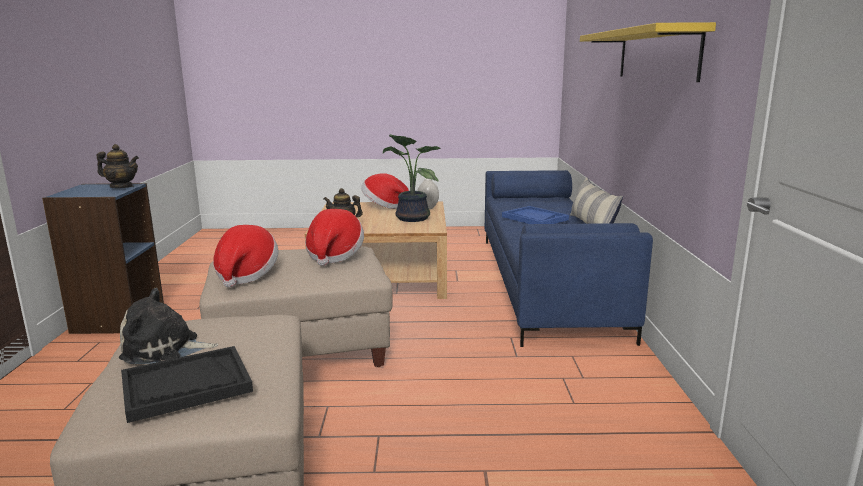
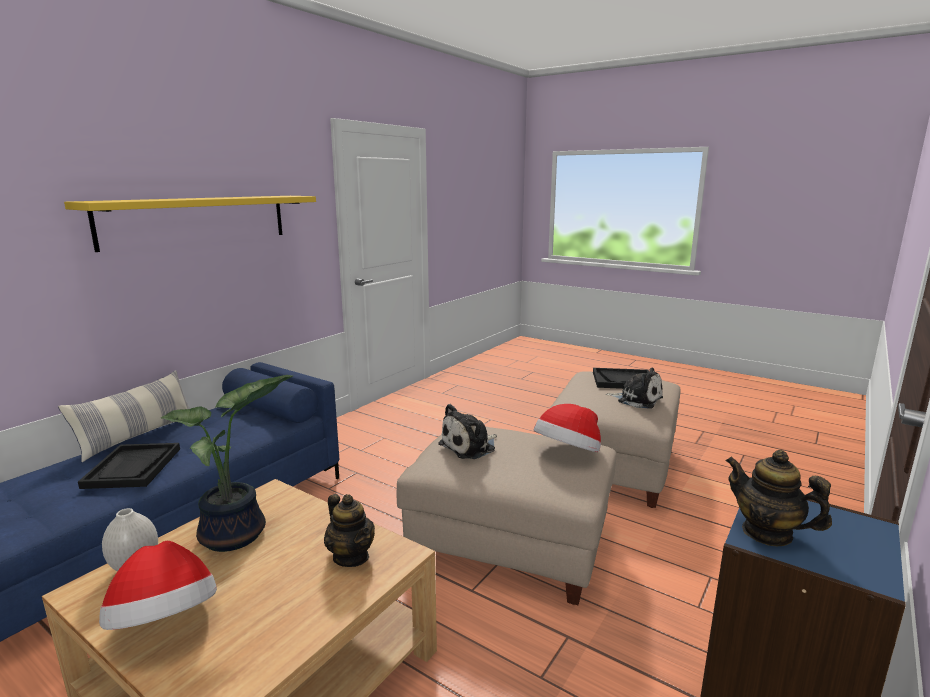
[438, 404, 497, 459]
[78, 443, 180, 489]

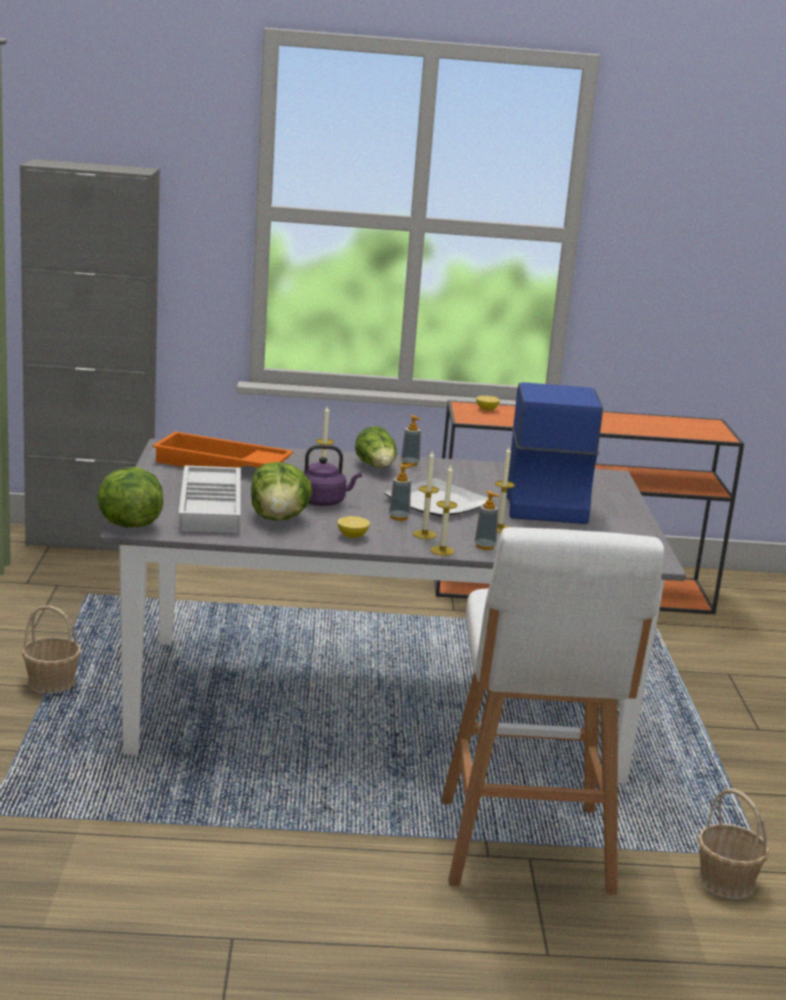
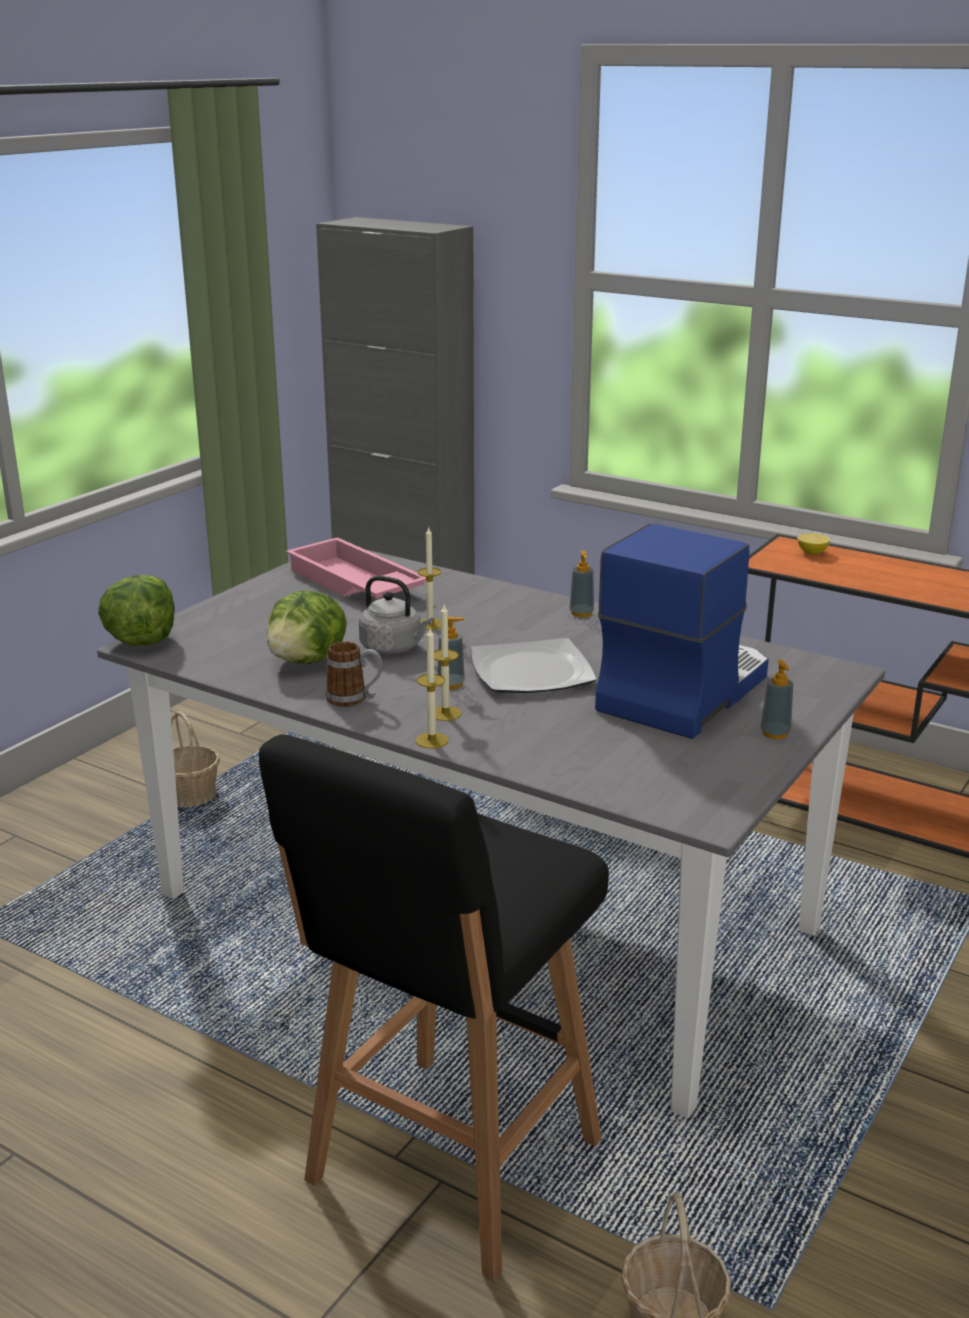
[179, 465, 241, 533] (first image)
[355, 426, 397, 467] (first image)
[495, 447, 515, 533] (first image)
[760, 659, 793, 739]
[326, 641, 382, 707]
[286, 537, 426, 599]
[359, 576, 433, 654]
[259, 734, 609, 1281]

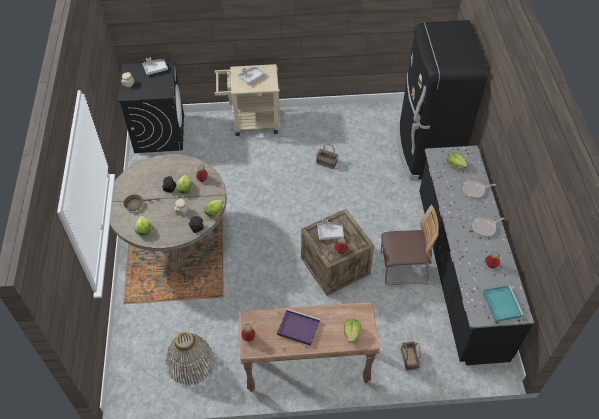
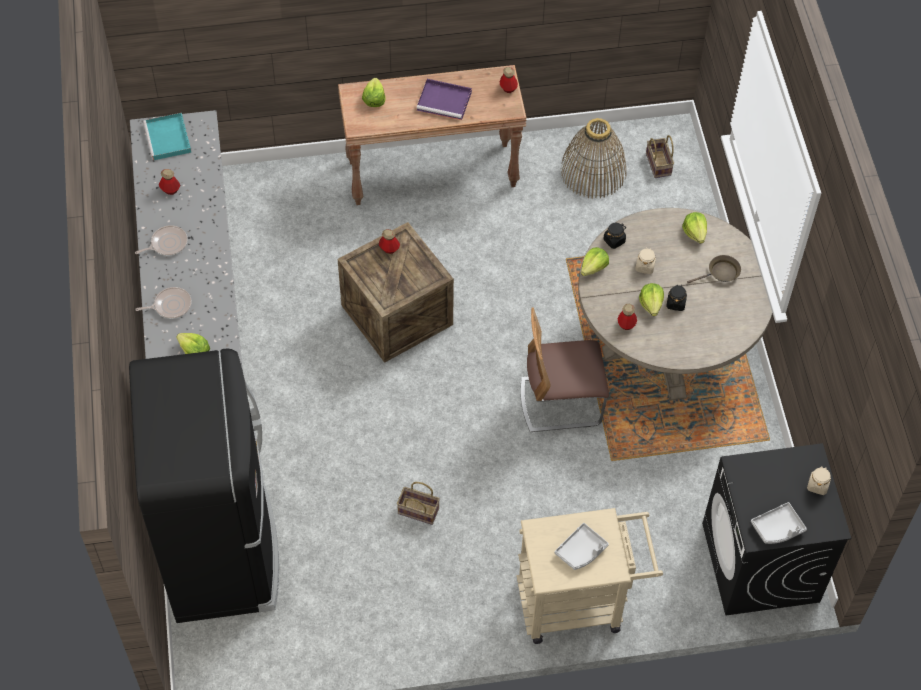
[317, 219, 344, 240] (first image)
[520, 307, 609, 432]
[646, 135, 674, 178]

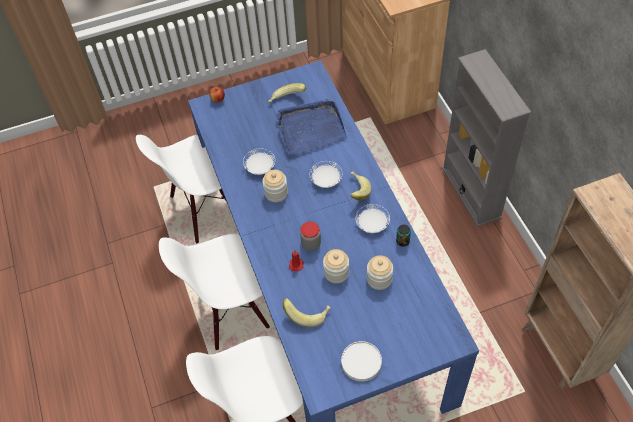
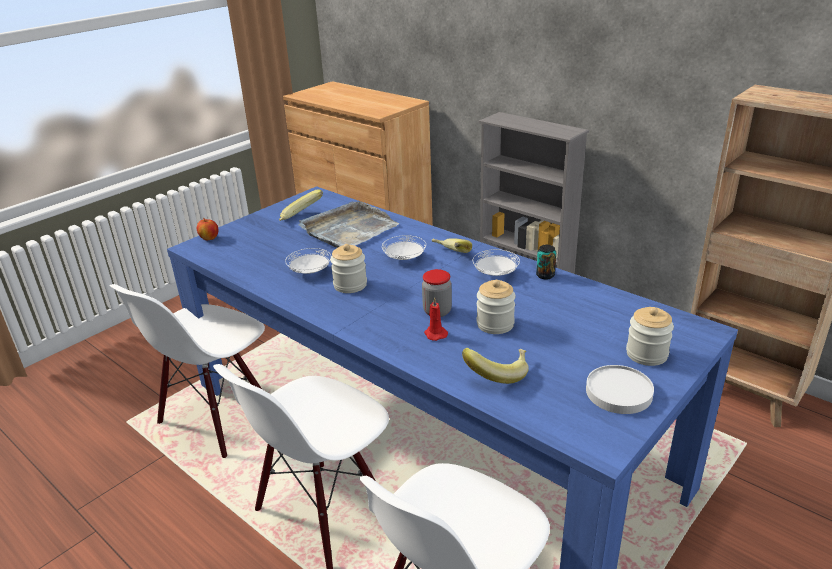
[626, 307, 674, 366]
[298, 201, 399, 248]

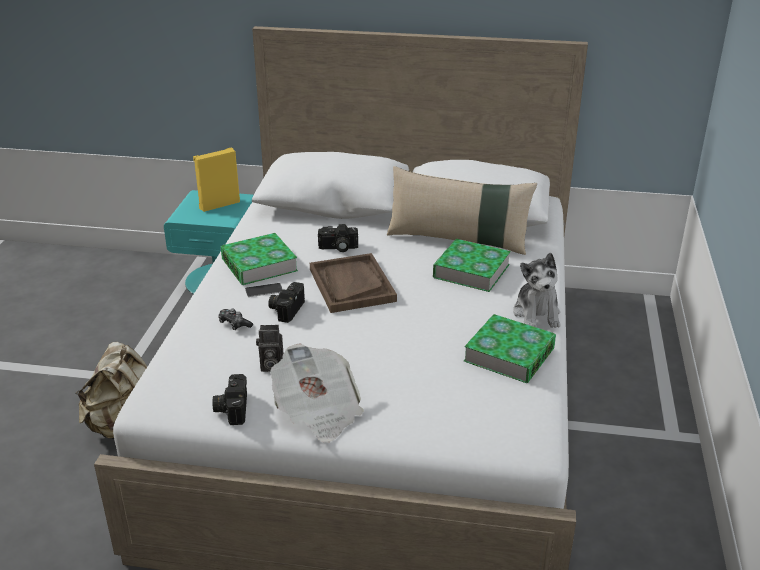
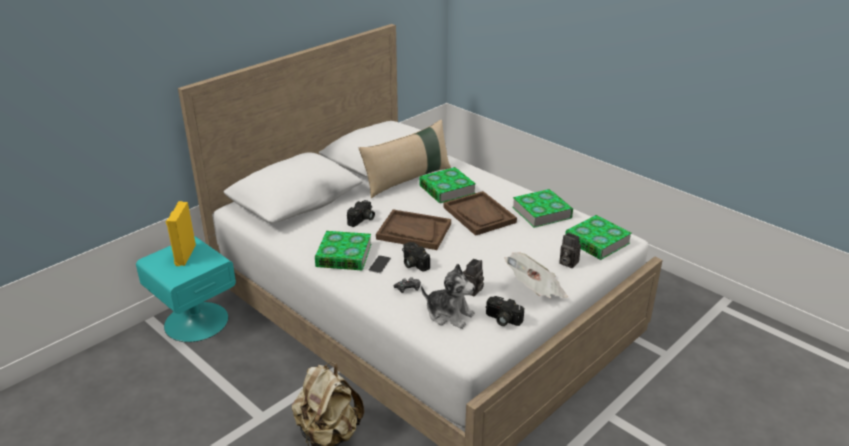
[443, 191, 517, 236]
[559, 233, 581, 268]
[565, 215, 632, 260]
[421, 264, 475, 329]

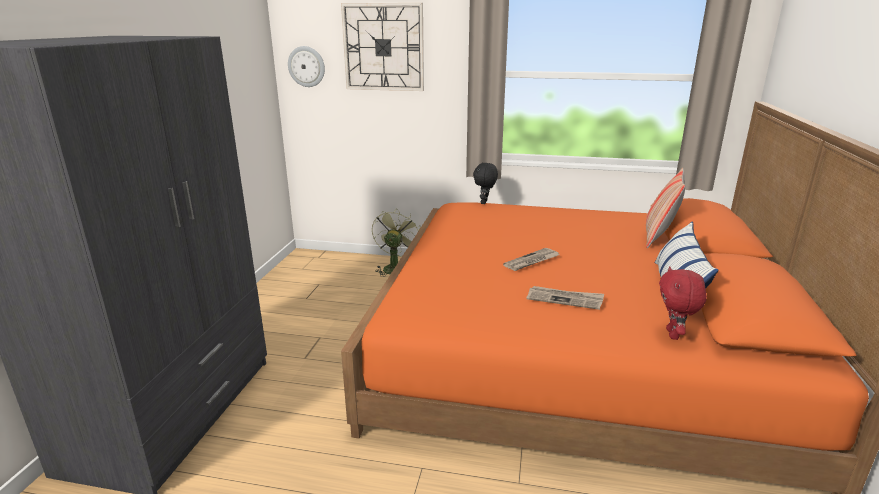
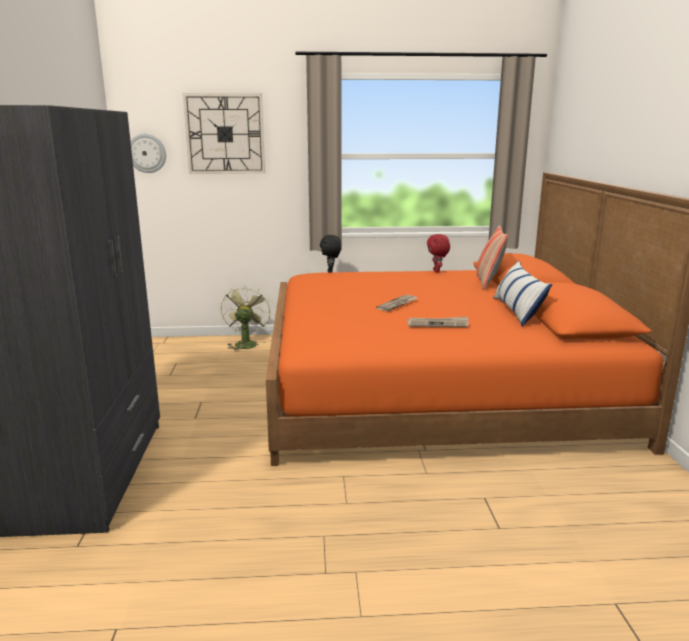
[427, 234, 450, 273]

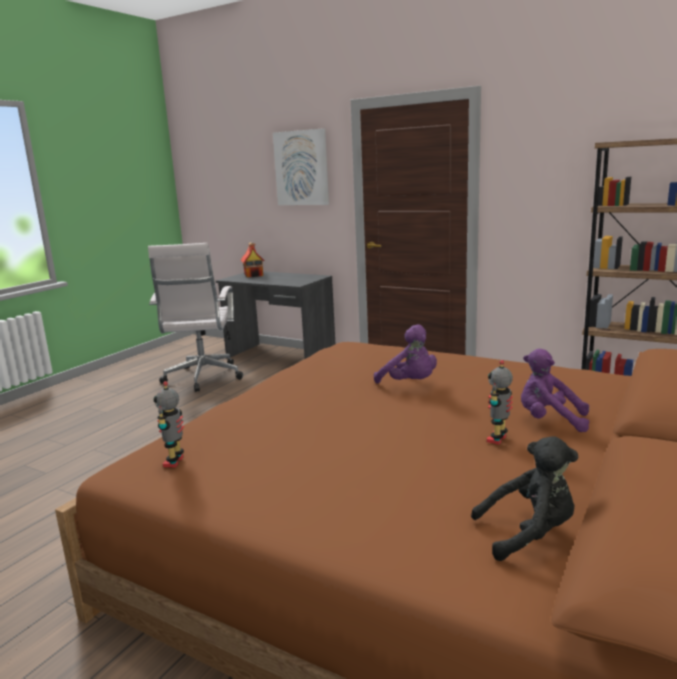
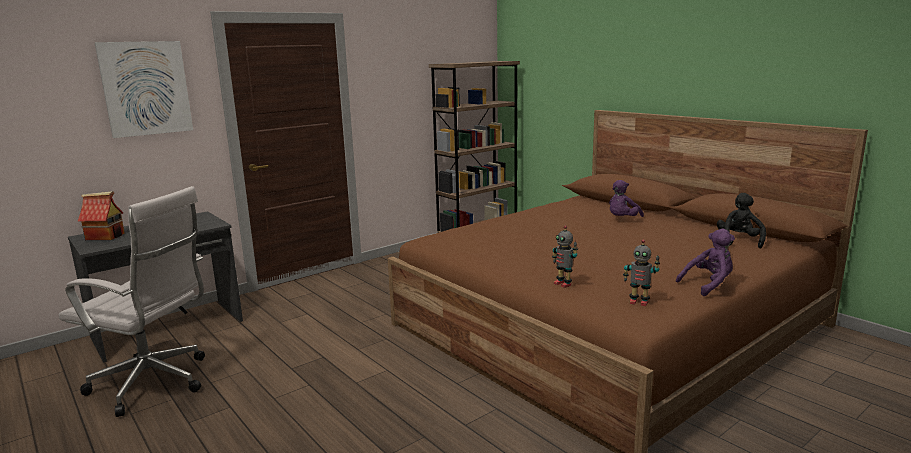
[676, 229, 735, 296]
[552, 225, 578, 288]

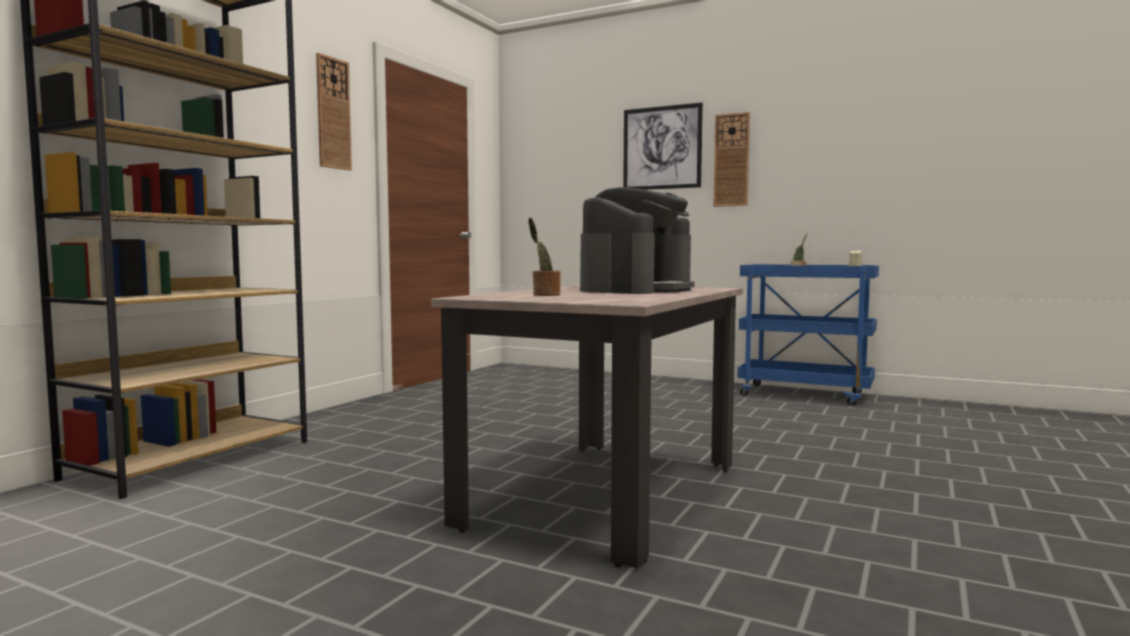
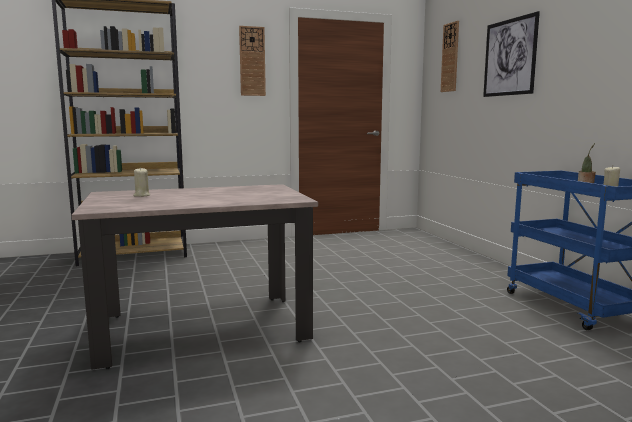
[580, 187, 695, 294] (first image)
[441, 21, 459, 92]
[133, 167, 150, 197]

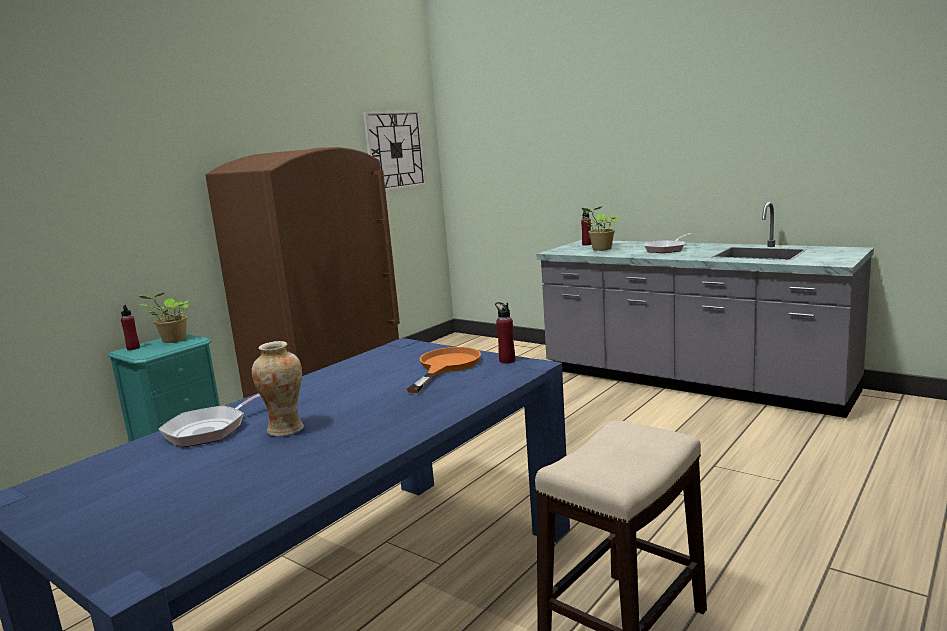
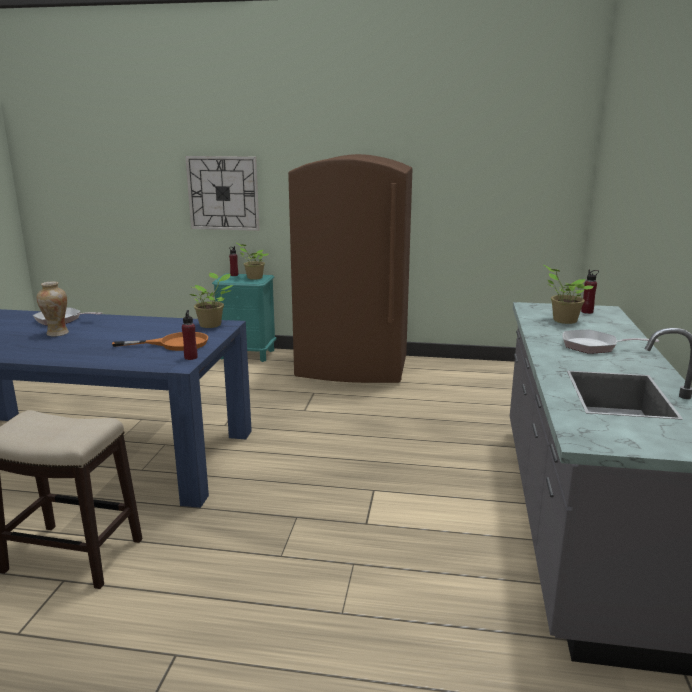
[190, 273, 233, 328]
[185, 156, 259, 231]

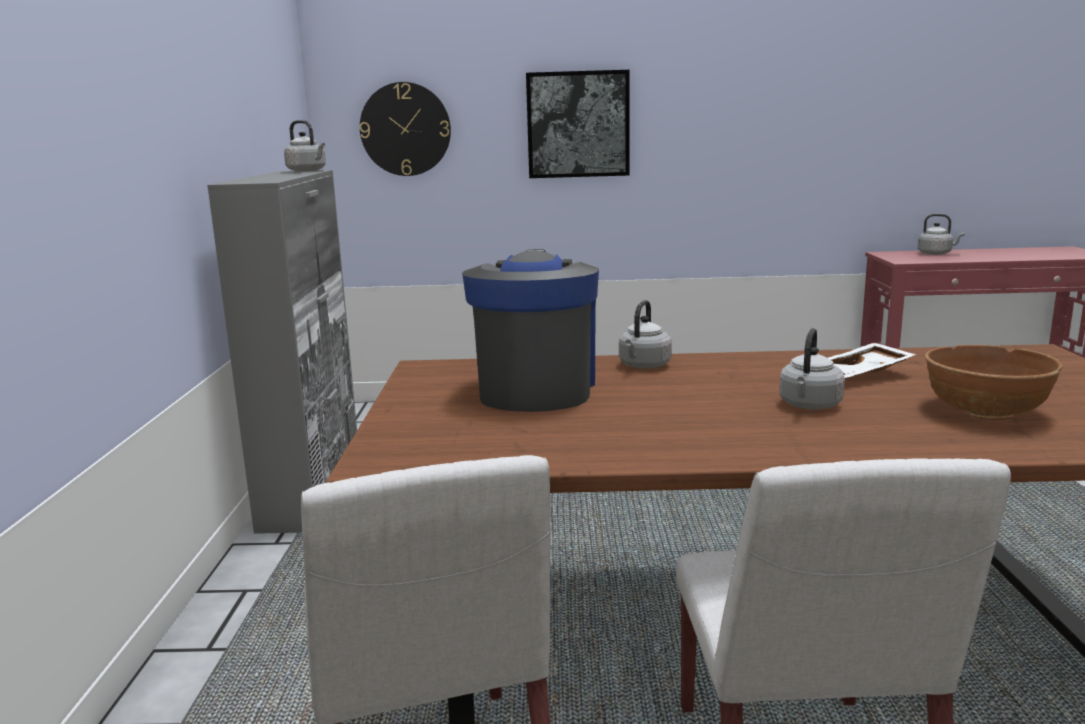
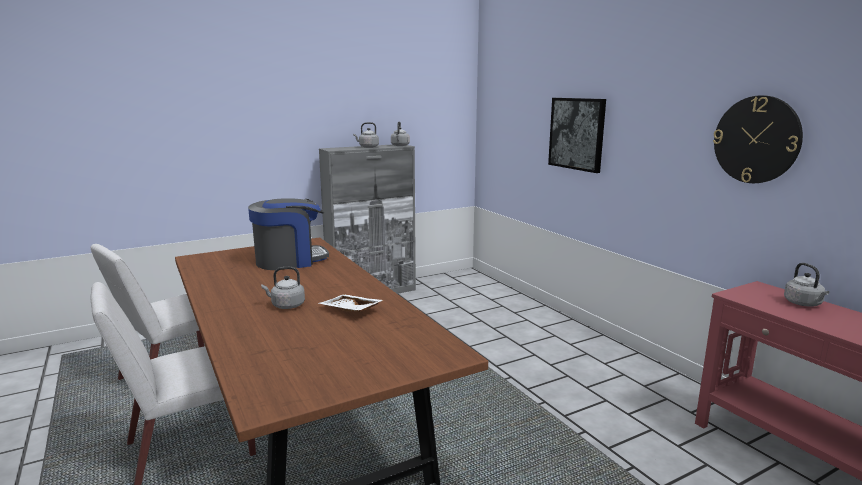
[925, 345, 1063, 420] (first image)
[713, 95, 803, 183]
[353, 122, 379, 148]

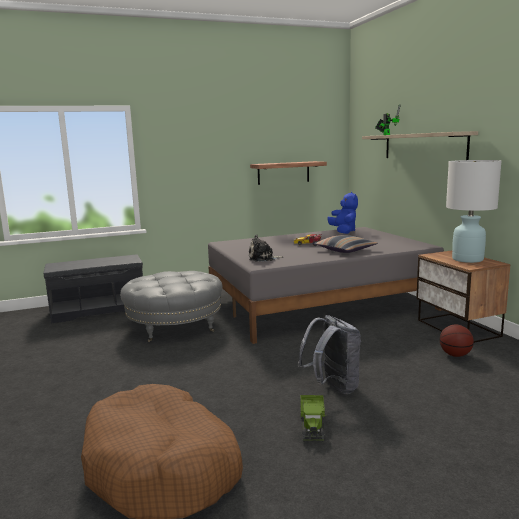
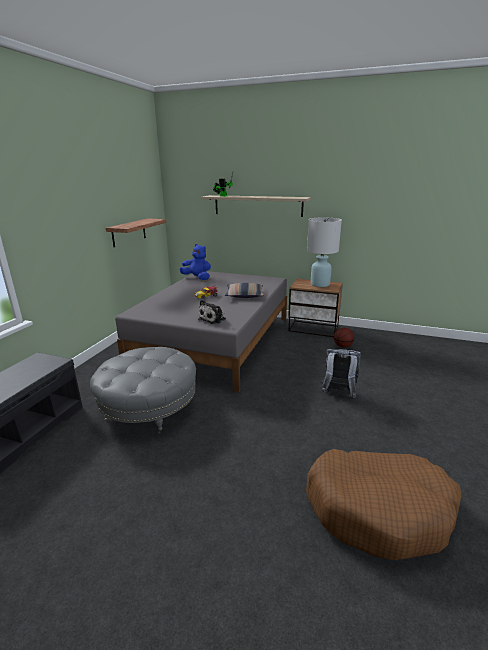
[301, 395, 327, 442] (first image)

